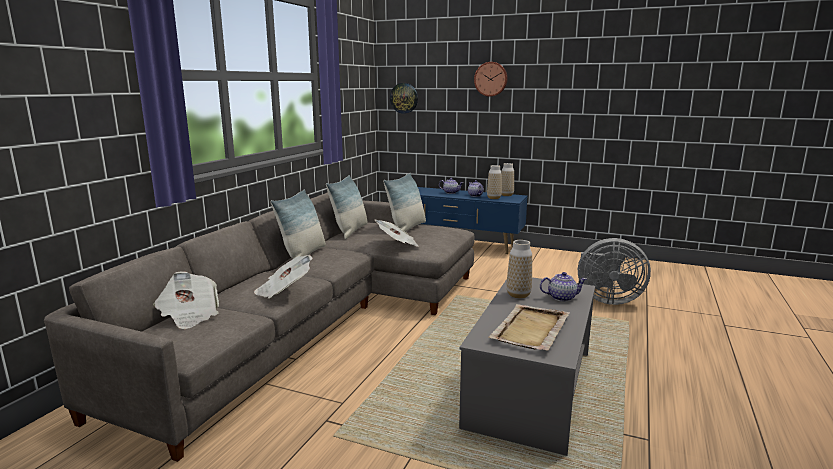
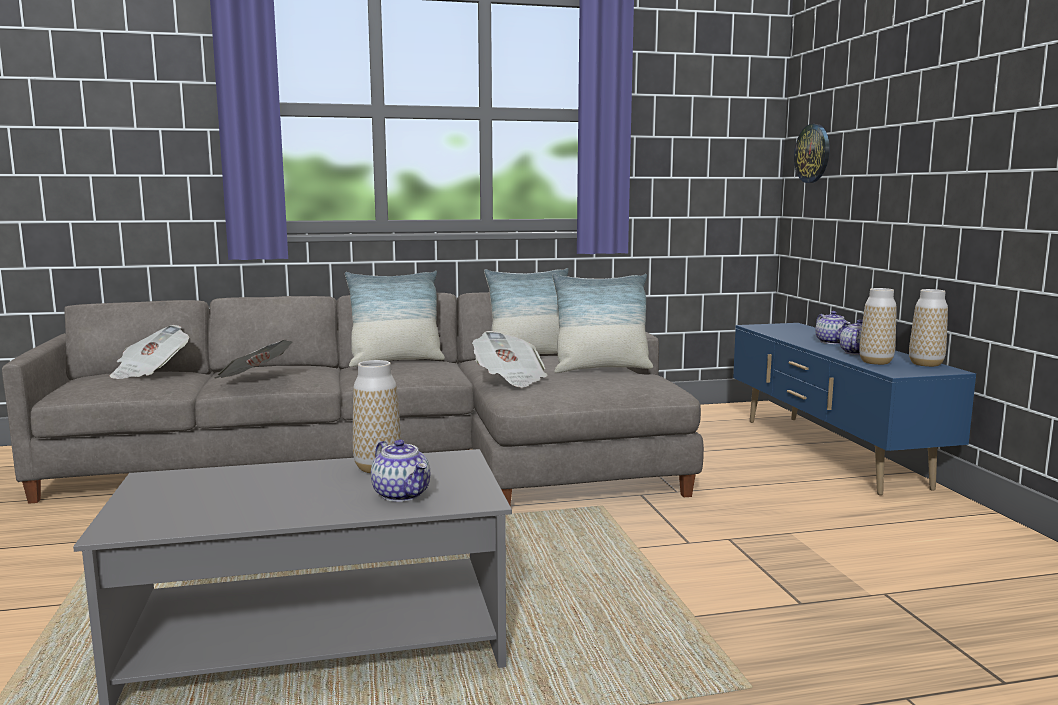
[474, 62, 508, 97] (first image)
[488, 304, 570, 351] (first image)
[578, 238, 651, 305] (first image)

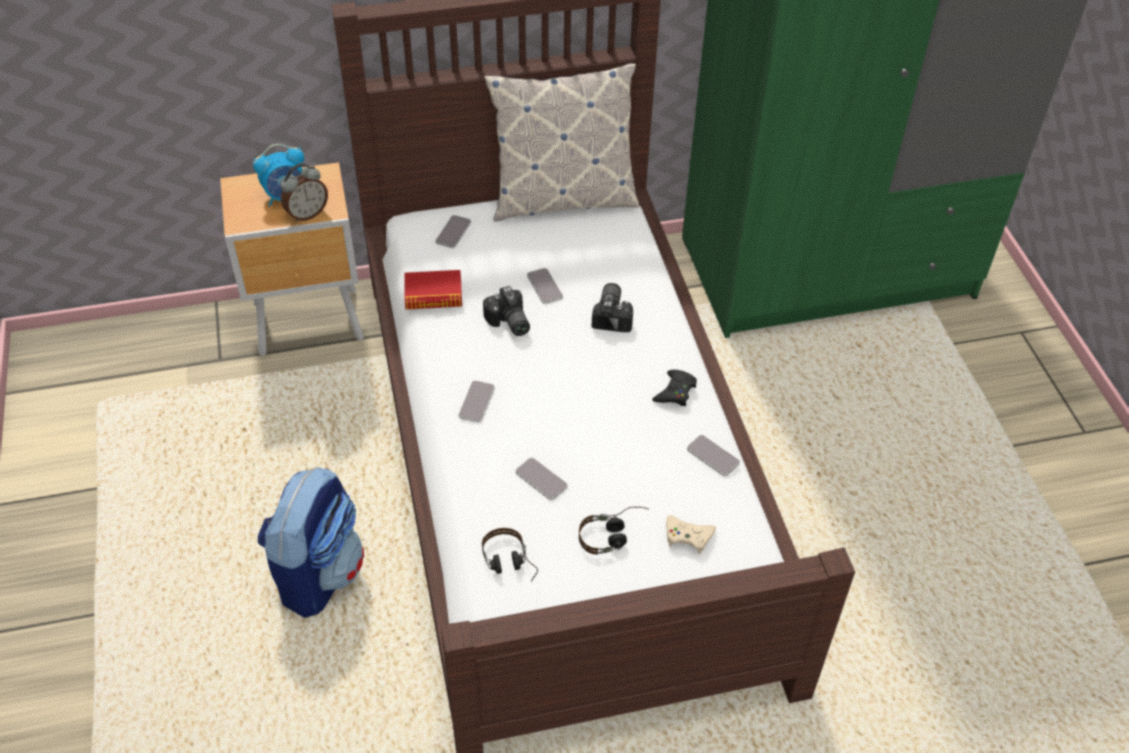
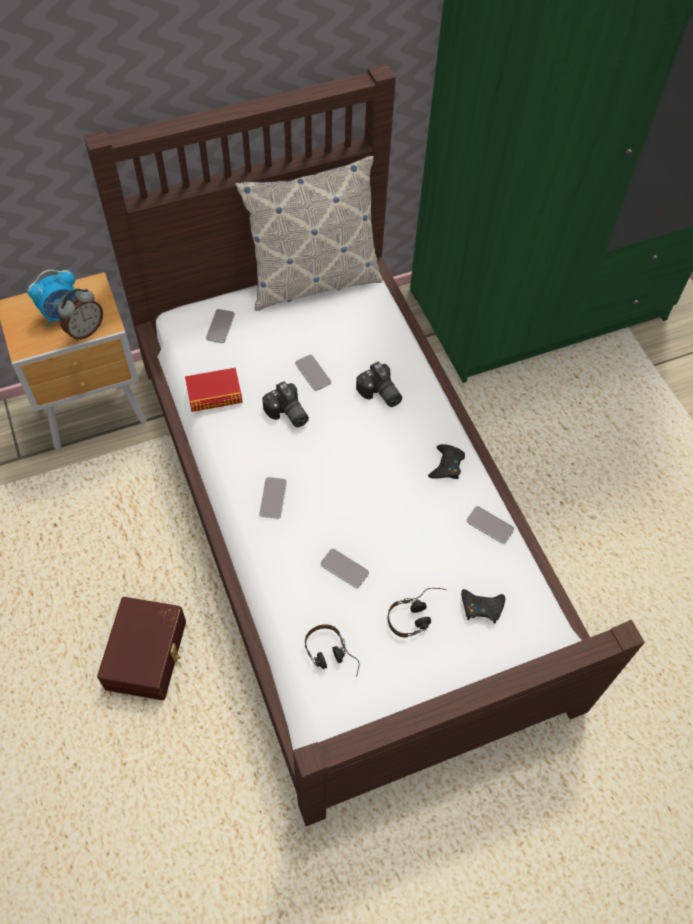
[97, 597, 186, 700]
[461, 589, 505, 623]
[356, 362, 402, 407]

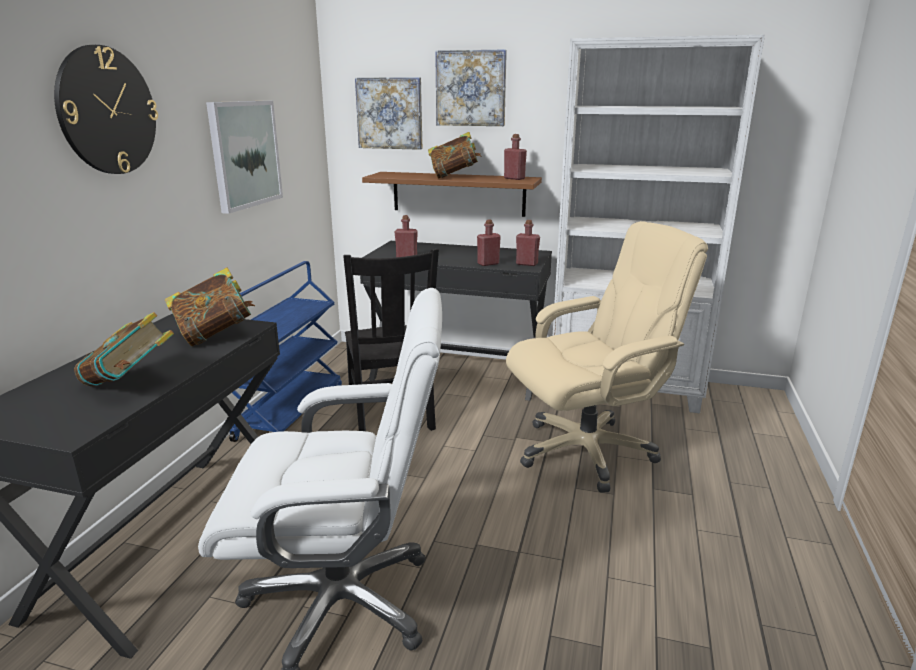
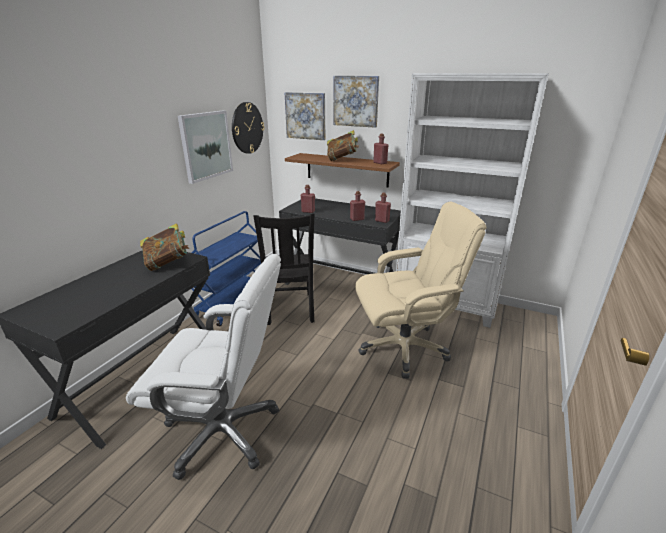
[74, 312, 174, 387] (first image)
[232, 102, 264, 154]

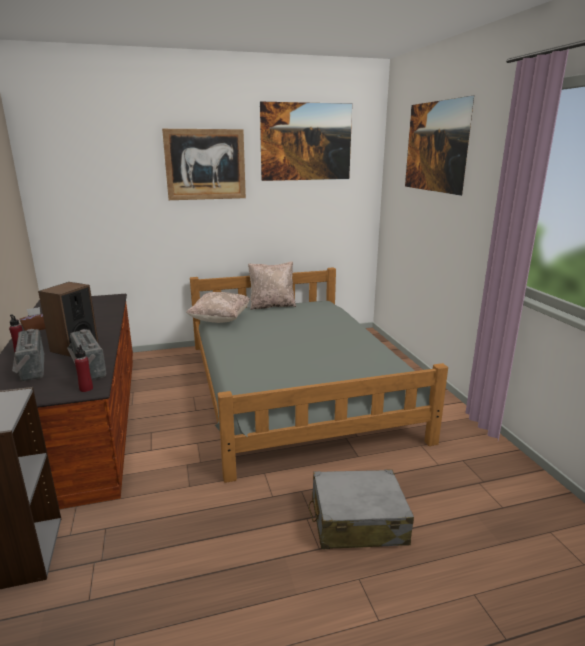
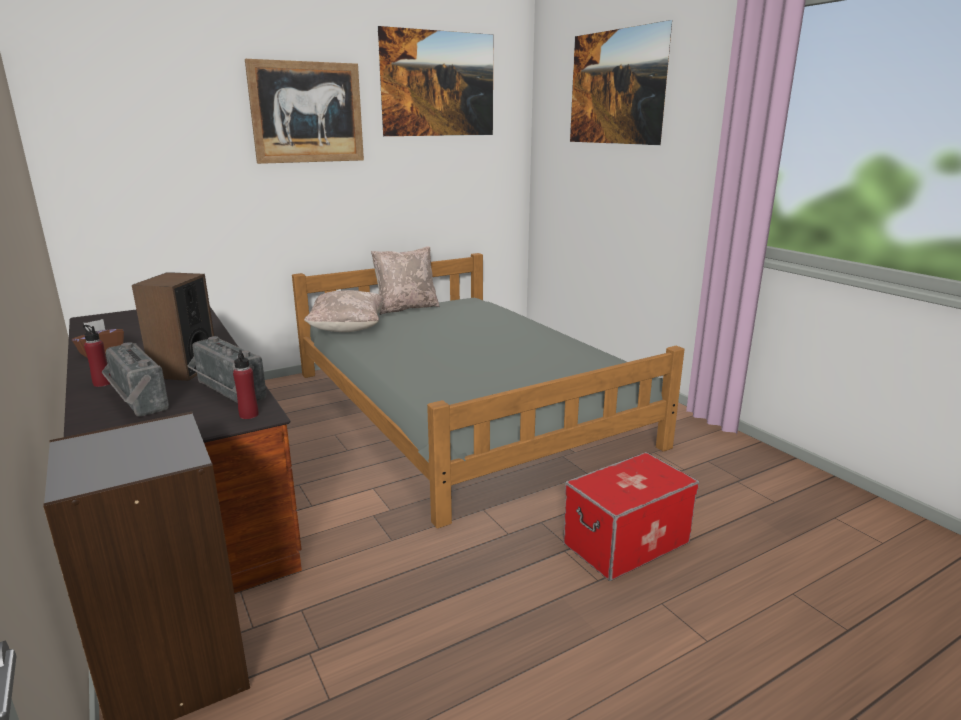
[563, 452, 699, 581]

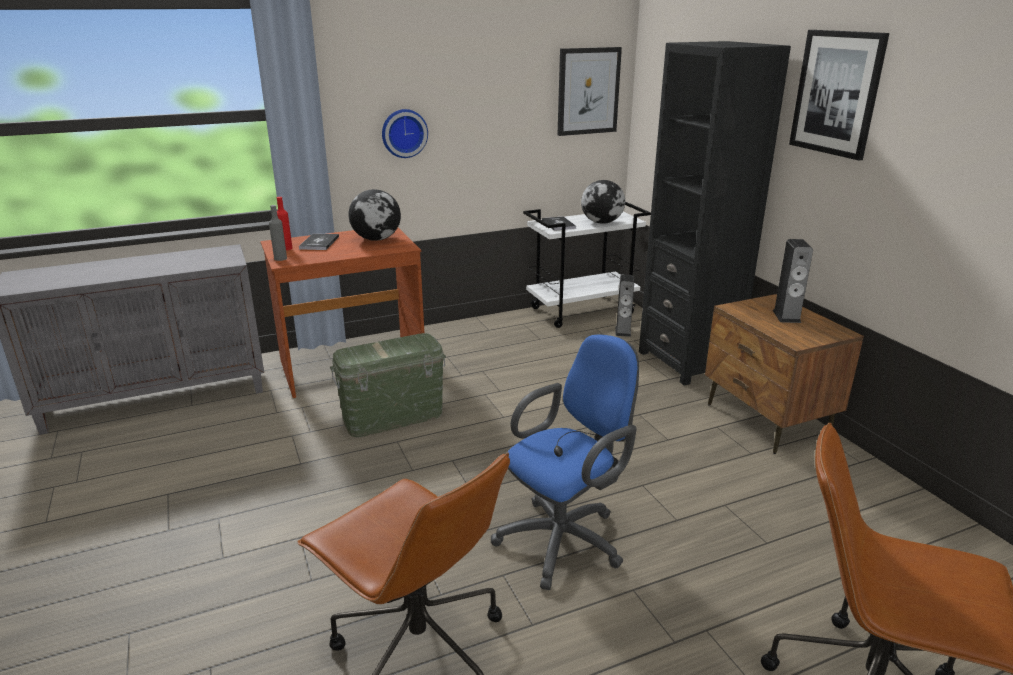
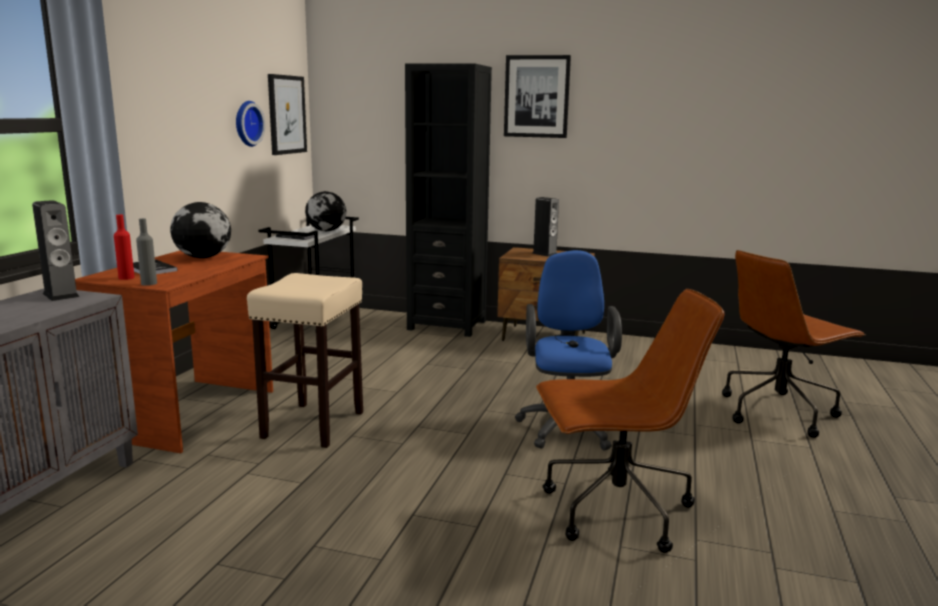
[236, 101, 265, 147]
[32, 200, 79, 301]
[247, 273, 363, 448]

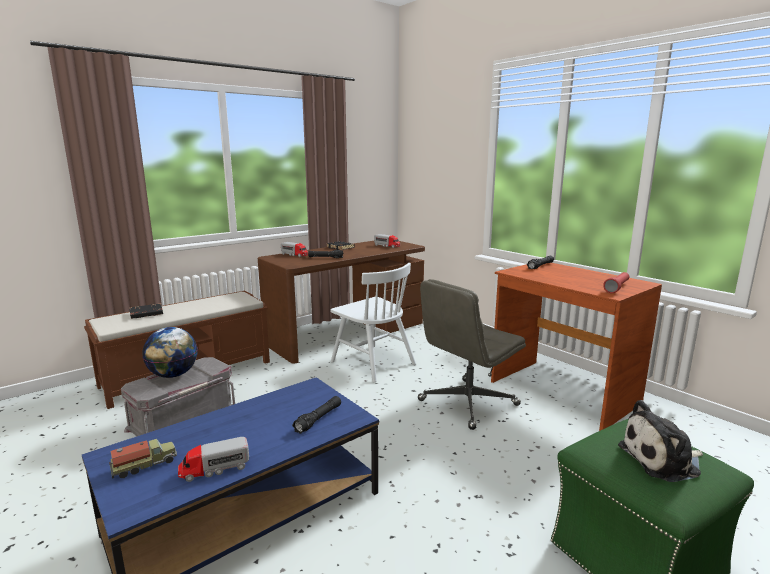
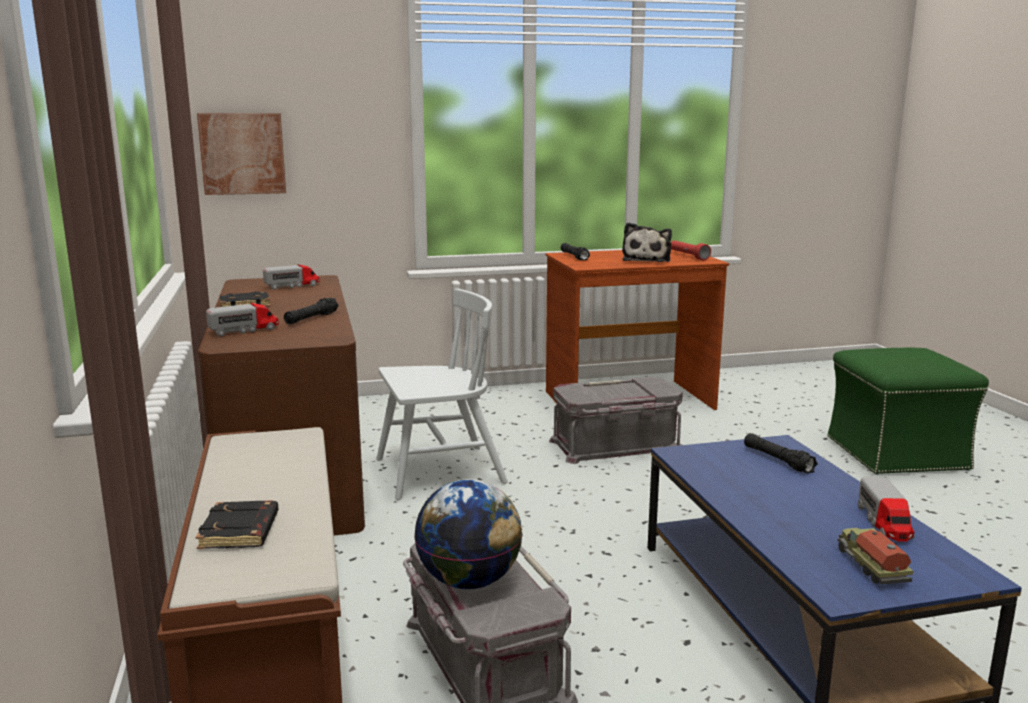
[197, 113, 286, 195]
[622, 222, 672, 262]
[549, 377, 683, 464]

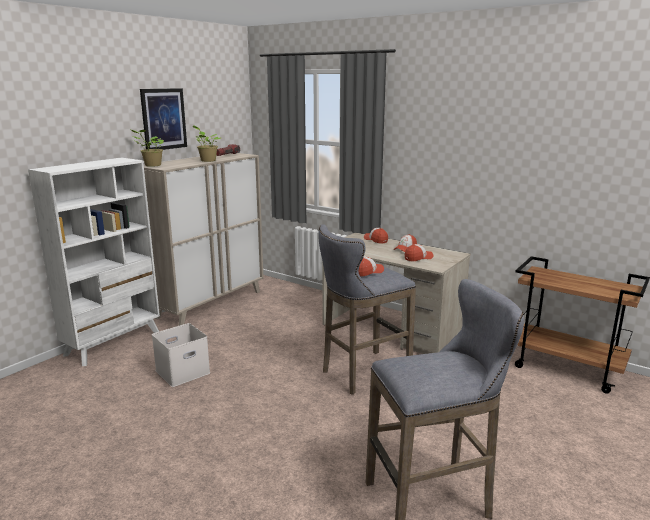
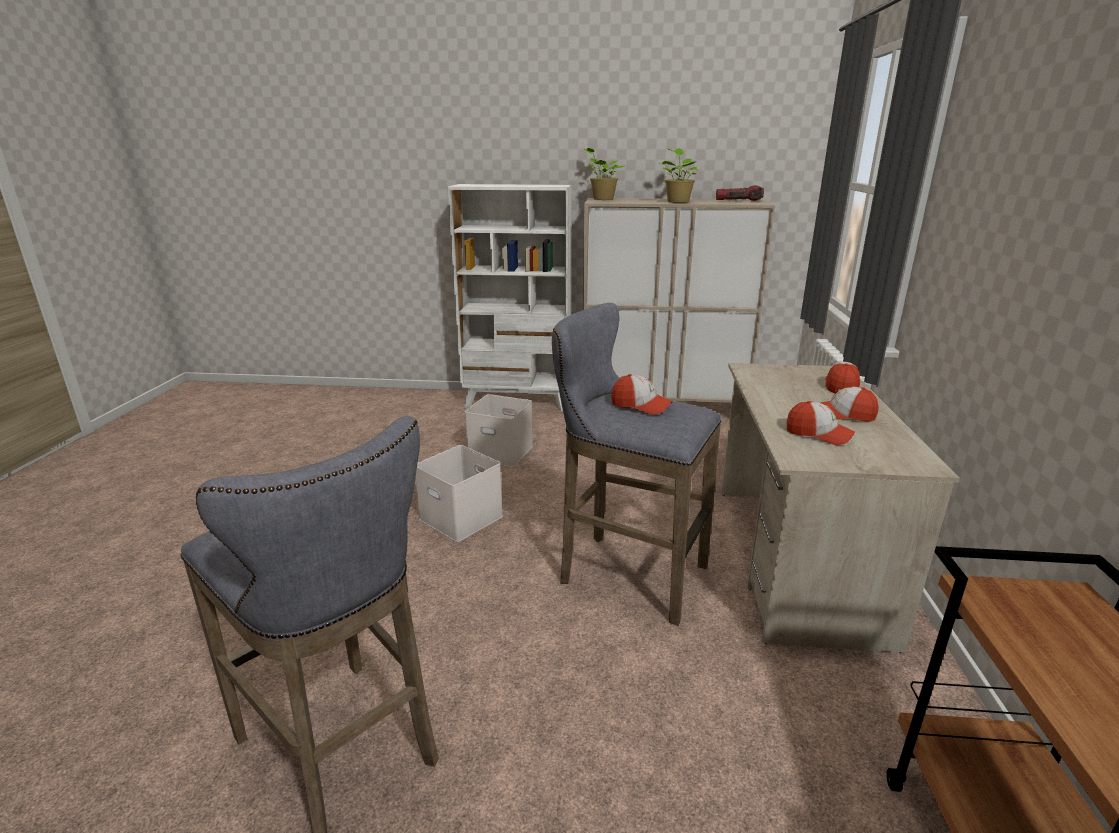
[140, 88, 187, 150] (first image)
[415, 445, 503, 542]

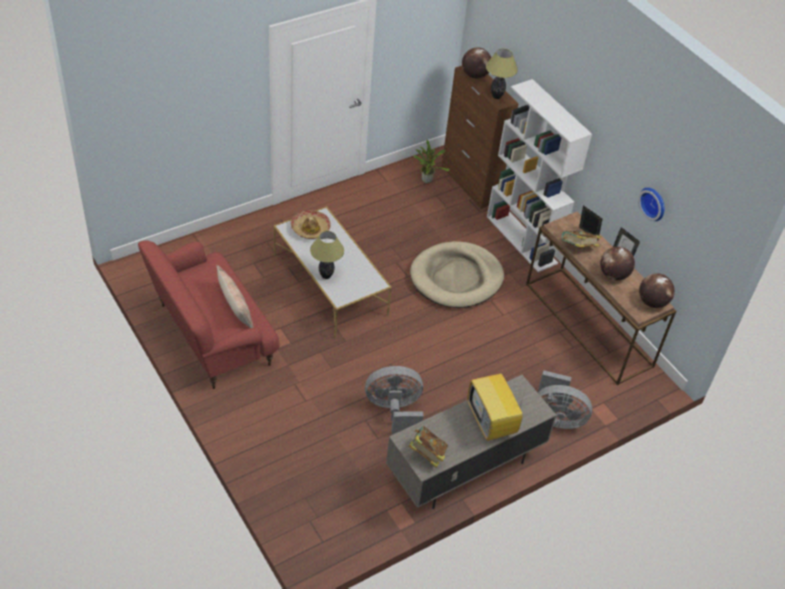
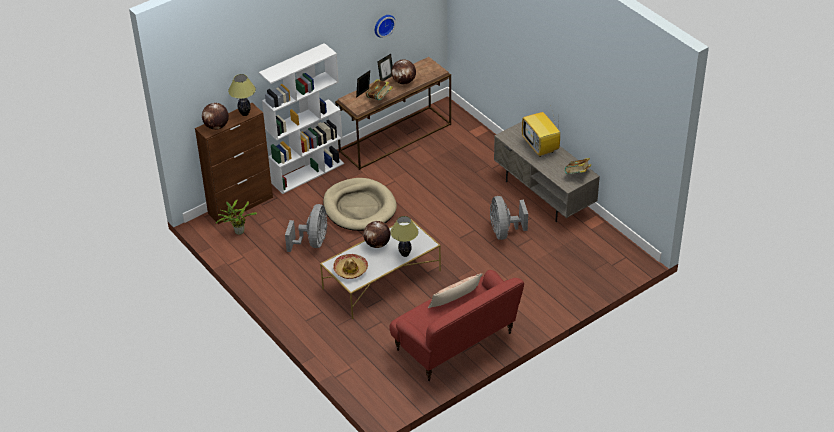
[285, 204, 327, 252]
[363, 221, 390, 248]
[522, 112, 560, 157]

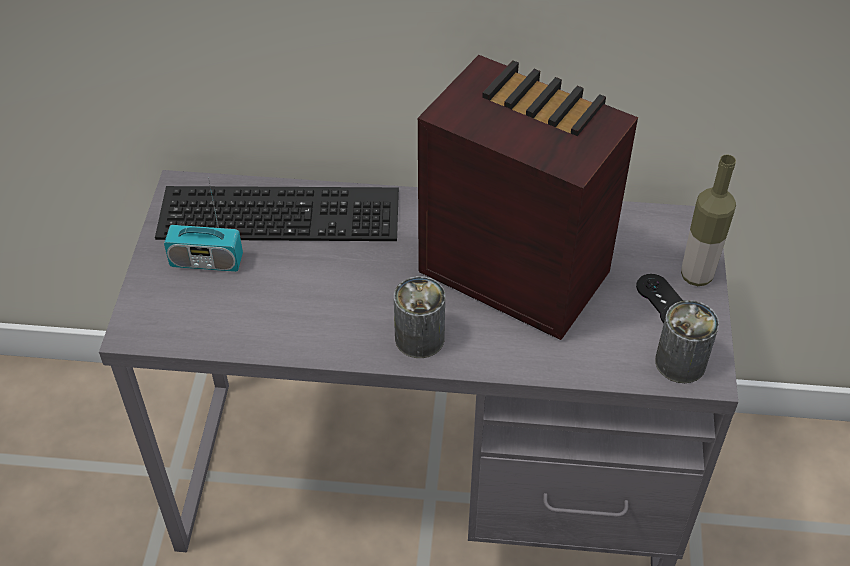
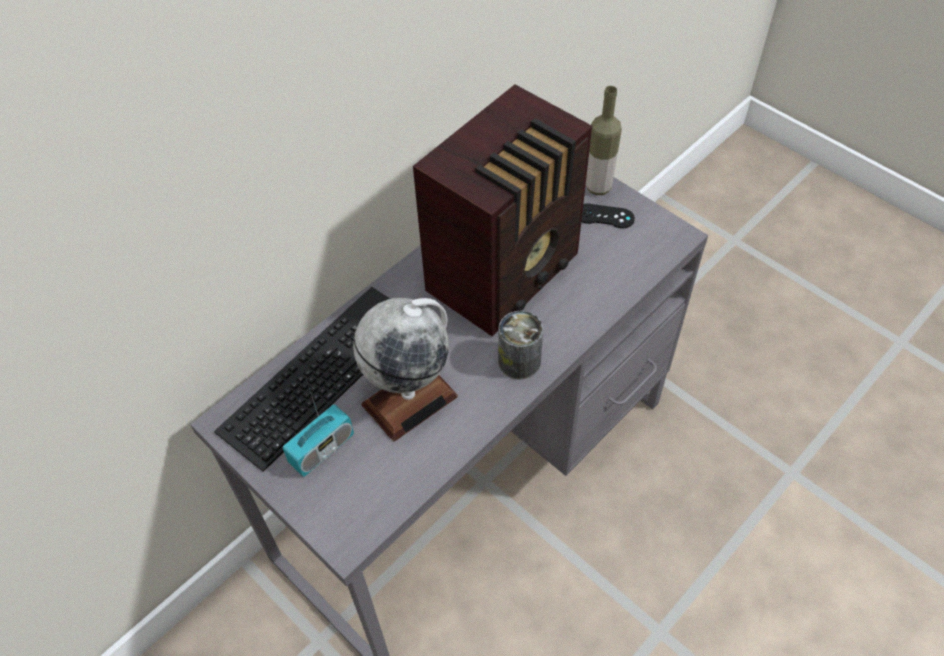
[655, 300, 719, 383] (first image)
[353, 298, 458, 442]
[413, 84, 592, 337]

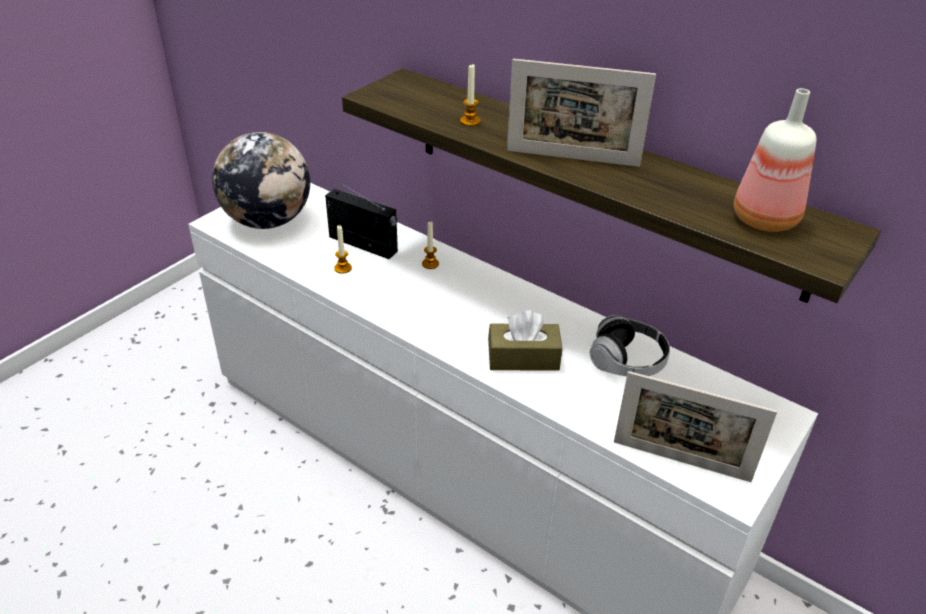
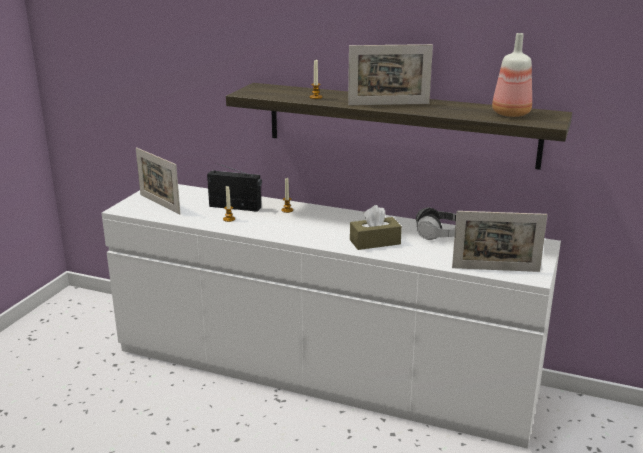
[136, 147, 180, 215]

